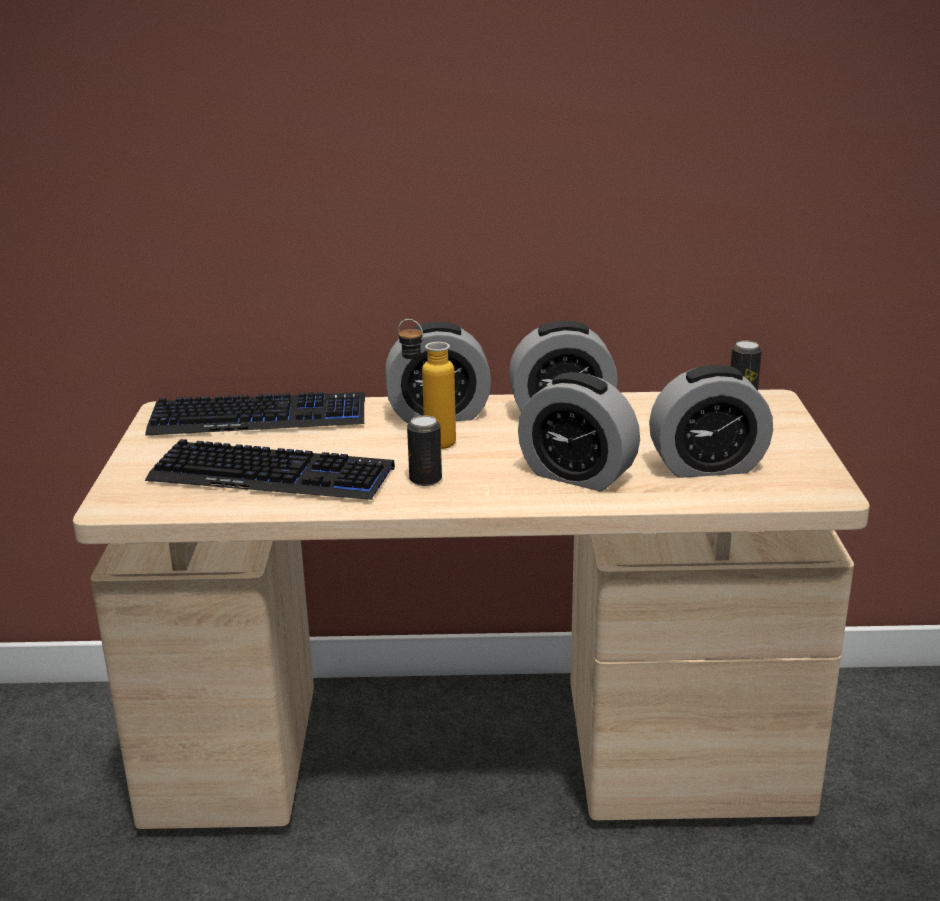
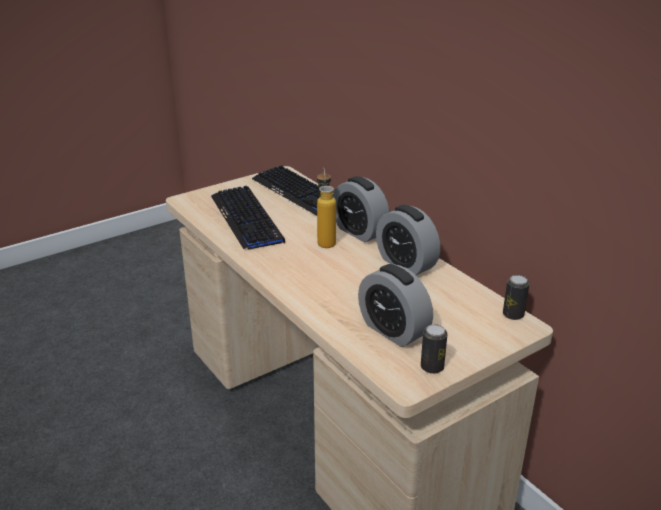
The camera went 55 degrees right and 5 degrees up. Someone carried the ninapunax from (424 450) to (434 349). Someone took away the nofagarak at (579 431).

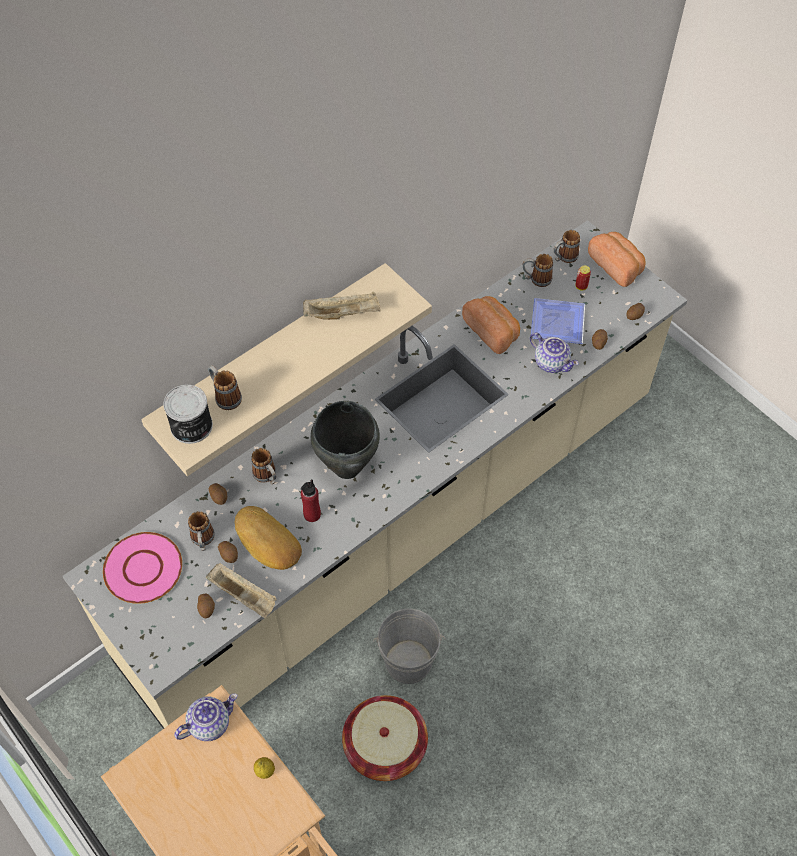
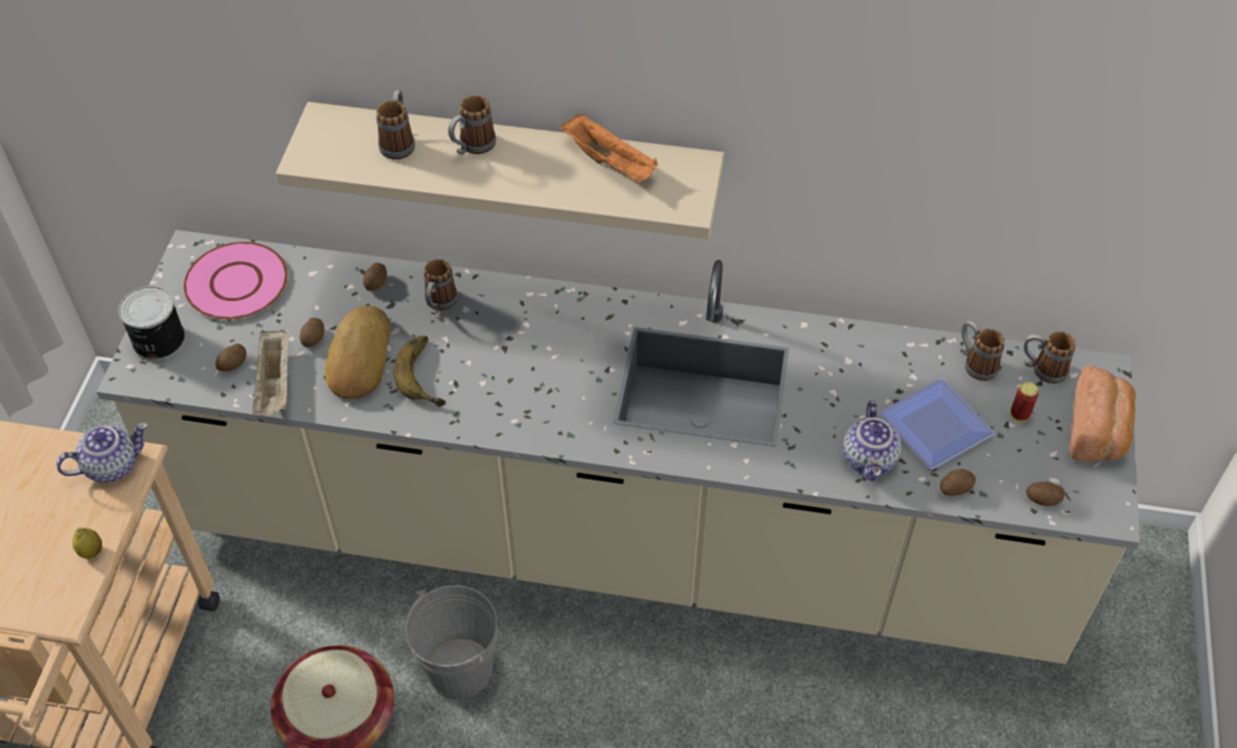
The camera went 50 degrees right and 5 degrees down. Someone rotated the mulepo at (206 717) by 45 degrees counterclockwise. Someone carried the ninapunax from (188 414) to (152 323). Someone swapped the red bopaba at (311 500) for the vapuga at (419 371). Someone carried the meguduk from (201 531) to (472 125). Someone repainted the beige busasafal at (342 305), which became the orange busasafal at (609 148). Someone took away the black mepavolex at (345 440). Someone took away the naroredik at (491 325).

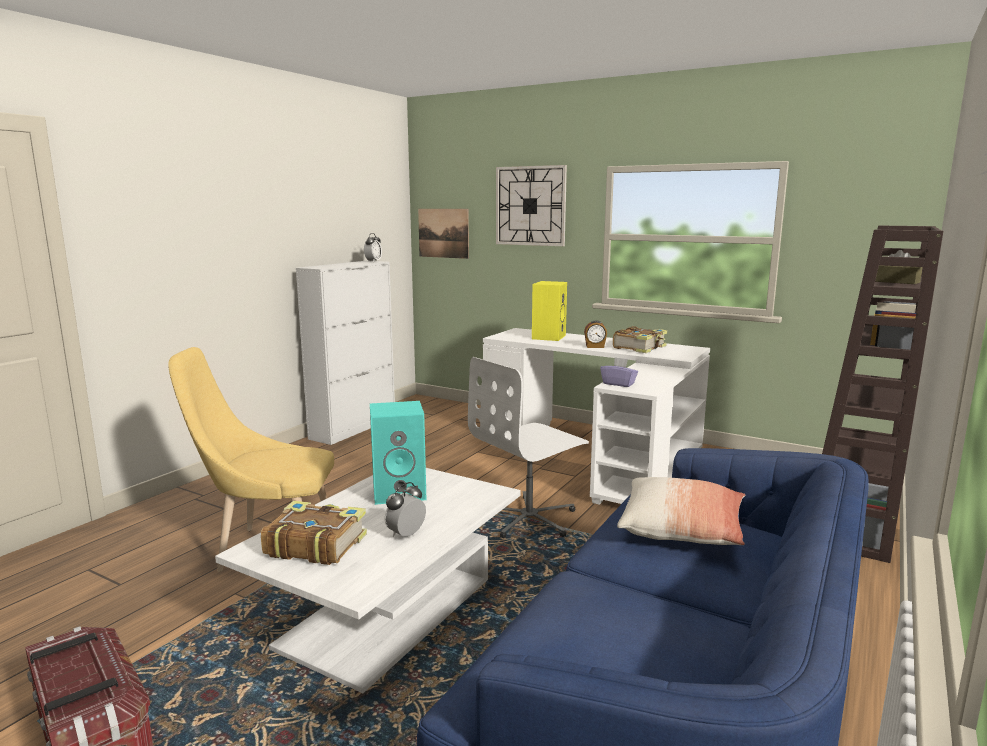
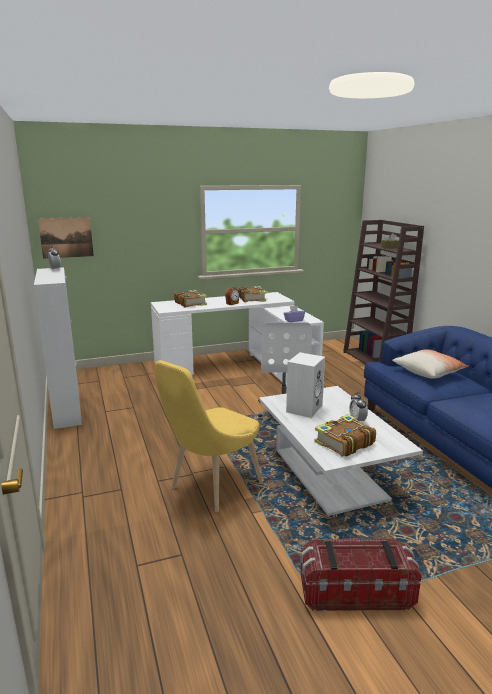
The camera went 50 degrees left and 5 degrees up. Someone swapped the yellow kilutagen at (549 311) for the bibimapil at (190 299). Someone repainted the turquoise kilutagen at (398 453), which became the white kilutagen at (305 385). Someone took away the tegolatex at (531 205).

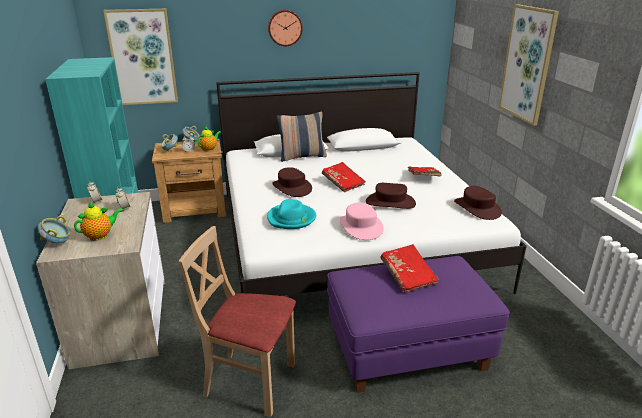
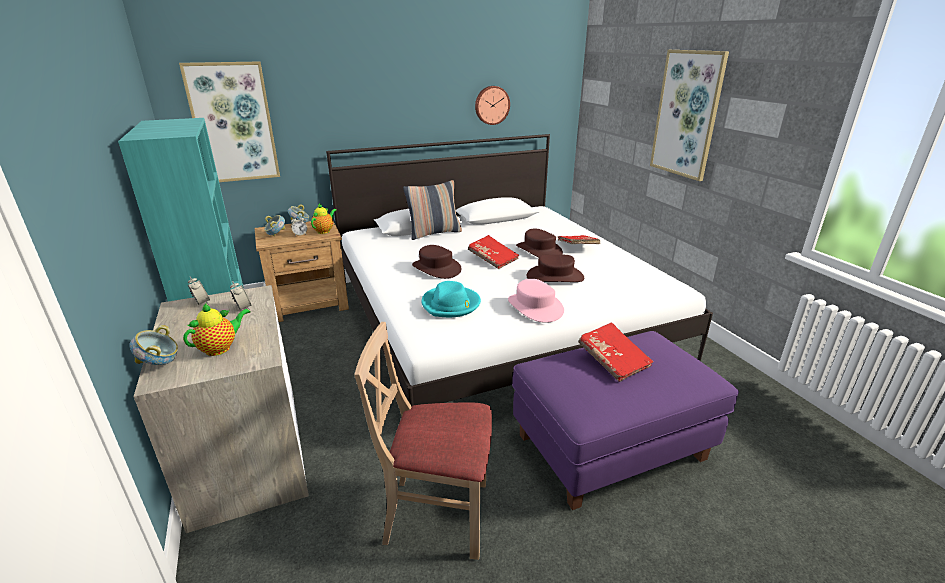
The camera went 10 degrees left and 0 degrees up. Someone carried the tegolatex from (285 28) to (492 105). Someone carried the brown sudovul from (478 203) to (539 243).

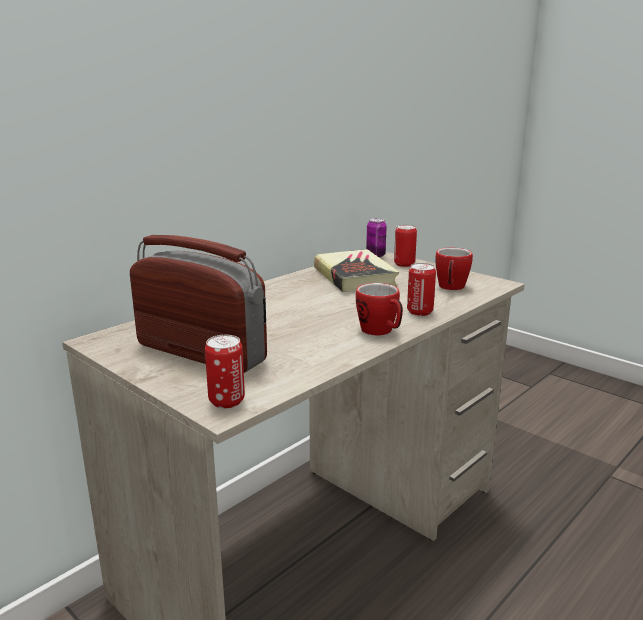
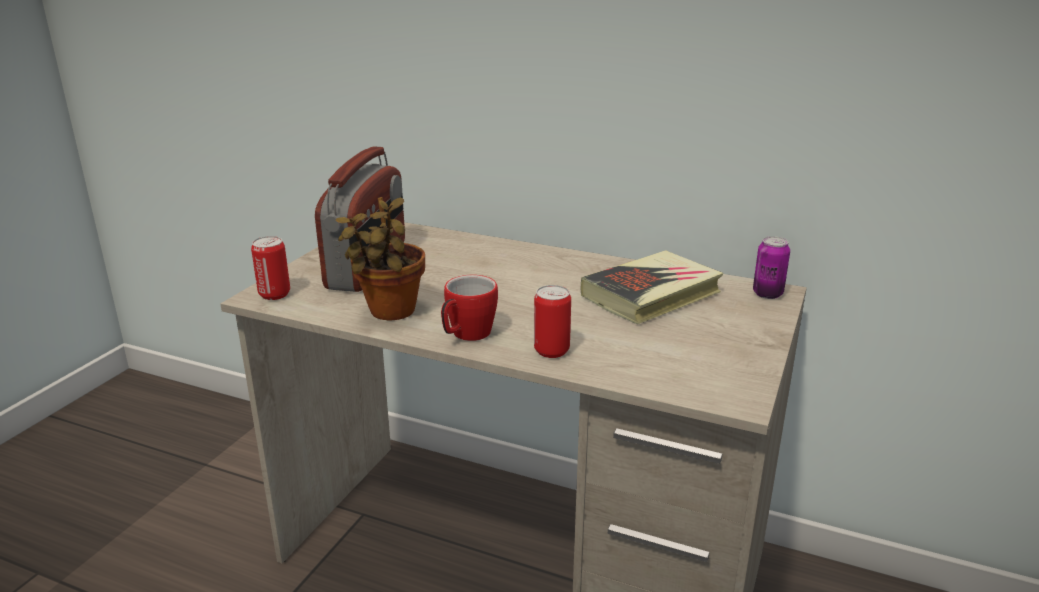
The camera went 70 degrees right and 5 degrees up. Someone put down the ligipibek at (380 258). Someone took away the ninapunax at (405 246). Someone took away the meguduk at (454 269).

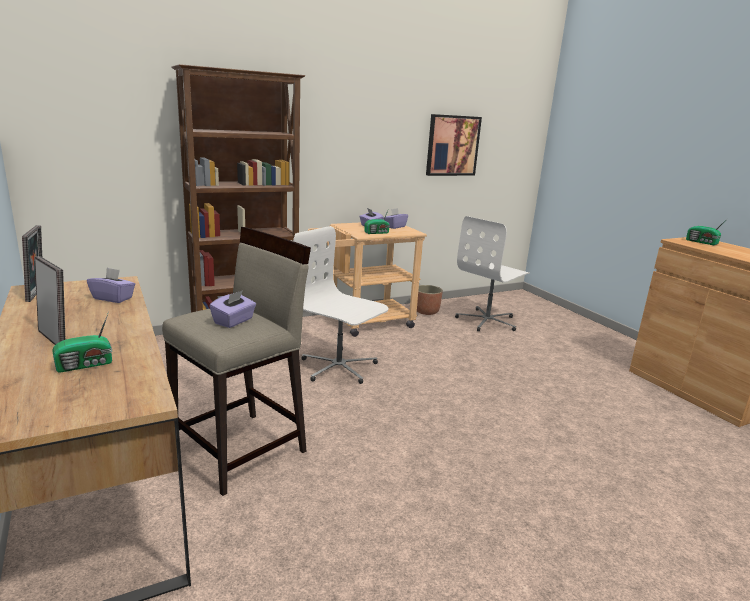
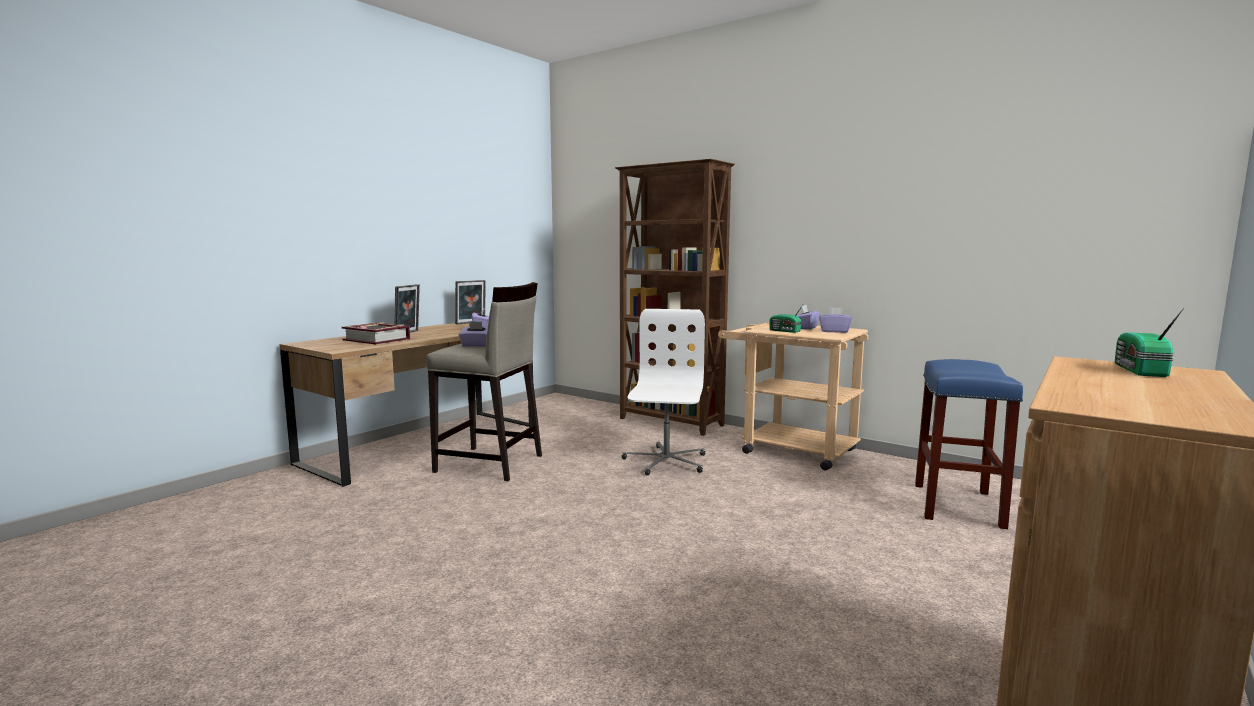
The camera went 65 degrees right and 10 degrees down. Someone swapped the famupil at (82 342) for the bibimapil at (376 333). Someone swapped the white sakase at (492 273) for the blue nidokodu at (969 444). Someone took away the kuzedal at (430 300). Someone took away the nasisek at (454 145).

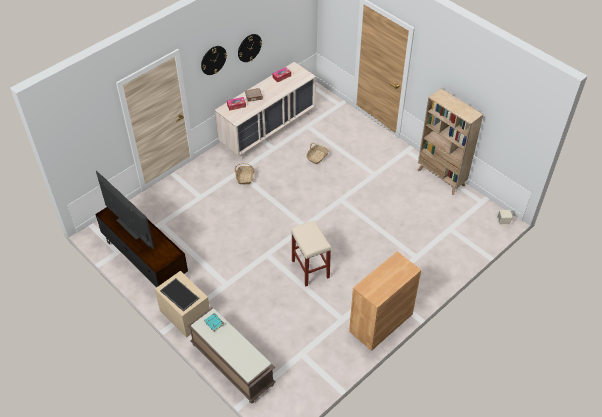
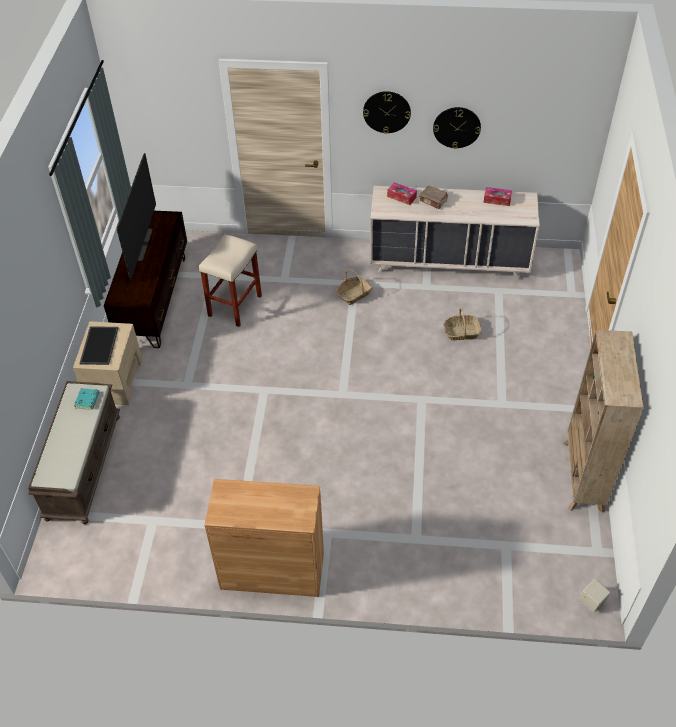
The camera went 50 degrees right and 0 degrees up. Someone carried the beige nidokodu from (311 253) to (230 280).

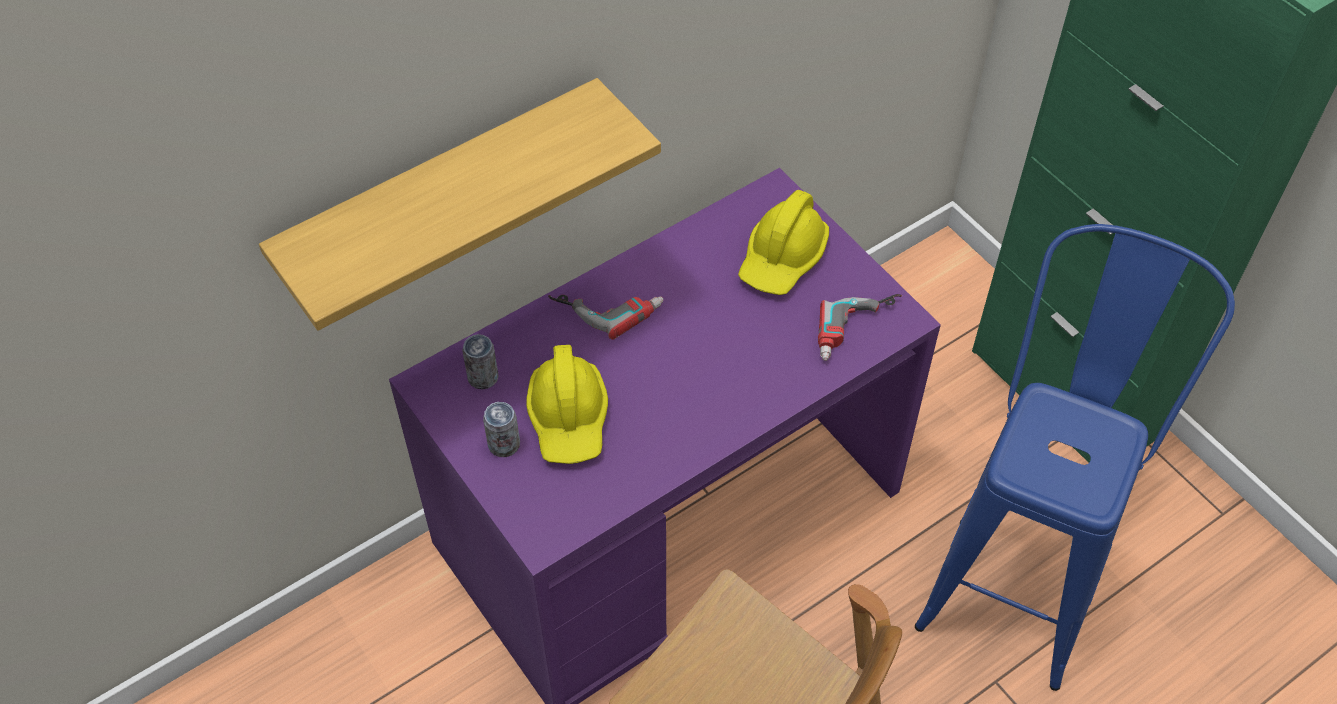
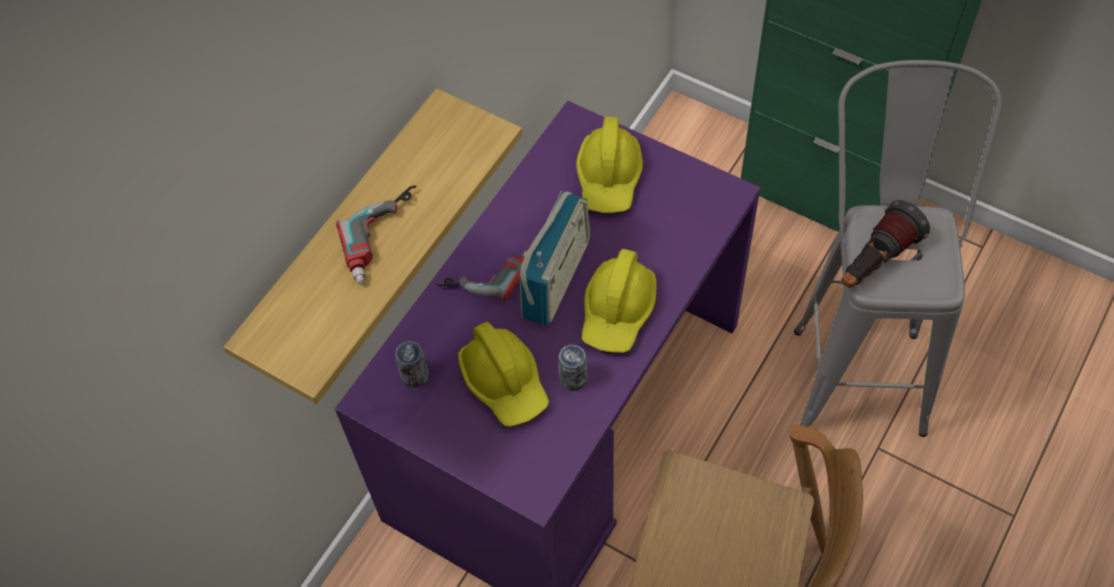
The camera went 20 degrees left and 5 degrees up. Someone carried the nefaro from (860 327) to (376 234). Someone put down the famupil at (554 258). Someone carried the ninapunax from (501 429) to (573 368). Someone put down the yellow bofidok at (619 301). Someone repainted the blue nidokodu at (1075 457), which became the grey nidokodu at (898 248). Someone put down the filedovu at (886 244).

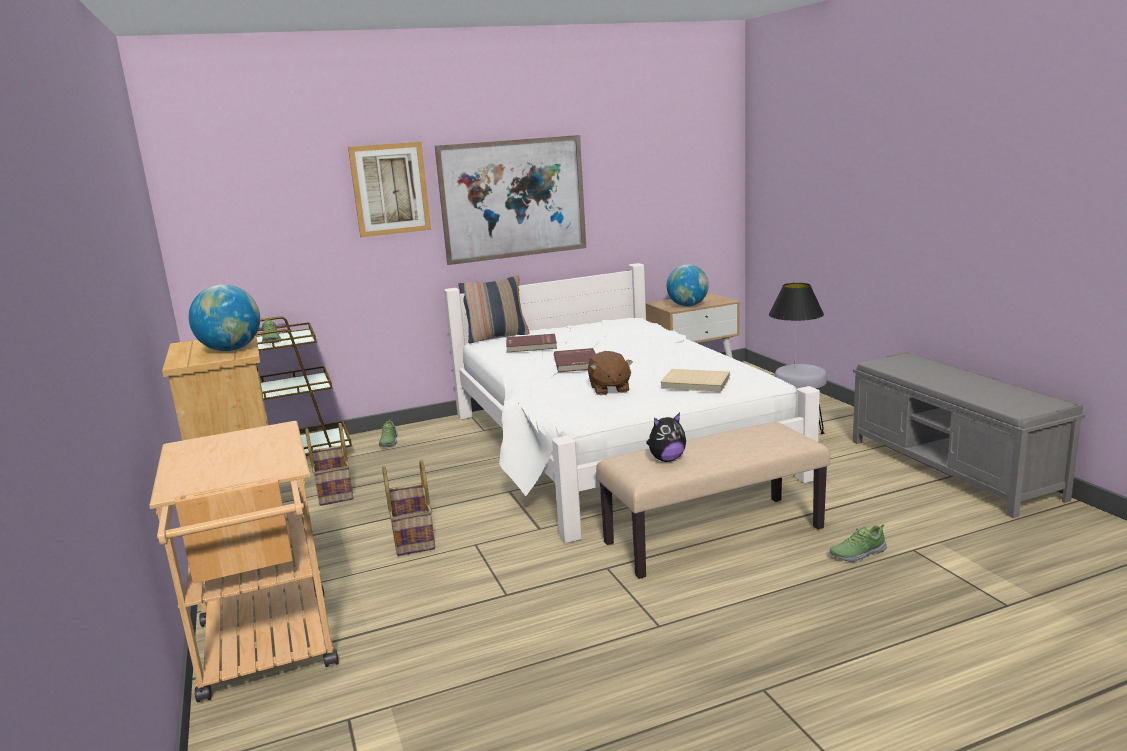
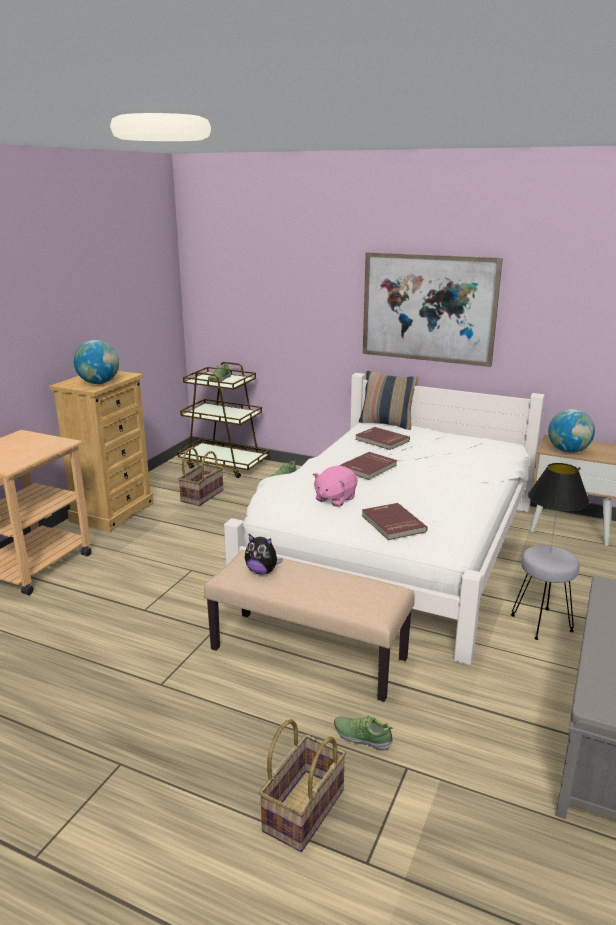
The camera went 45 degrees right and 5 degrees up. Someone carried the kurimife from (408 508) to (302 785). Someone repainted the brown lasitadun at (610 373), which became the pink lasitadun at (335 486). Someone repainted the beige bibimapil at (695 380), which became the red bibimapil at (395 521). Someone took away the nasisek at (389 189).

